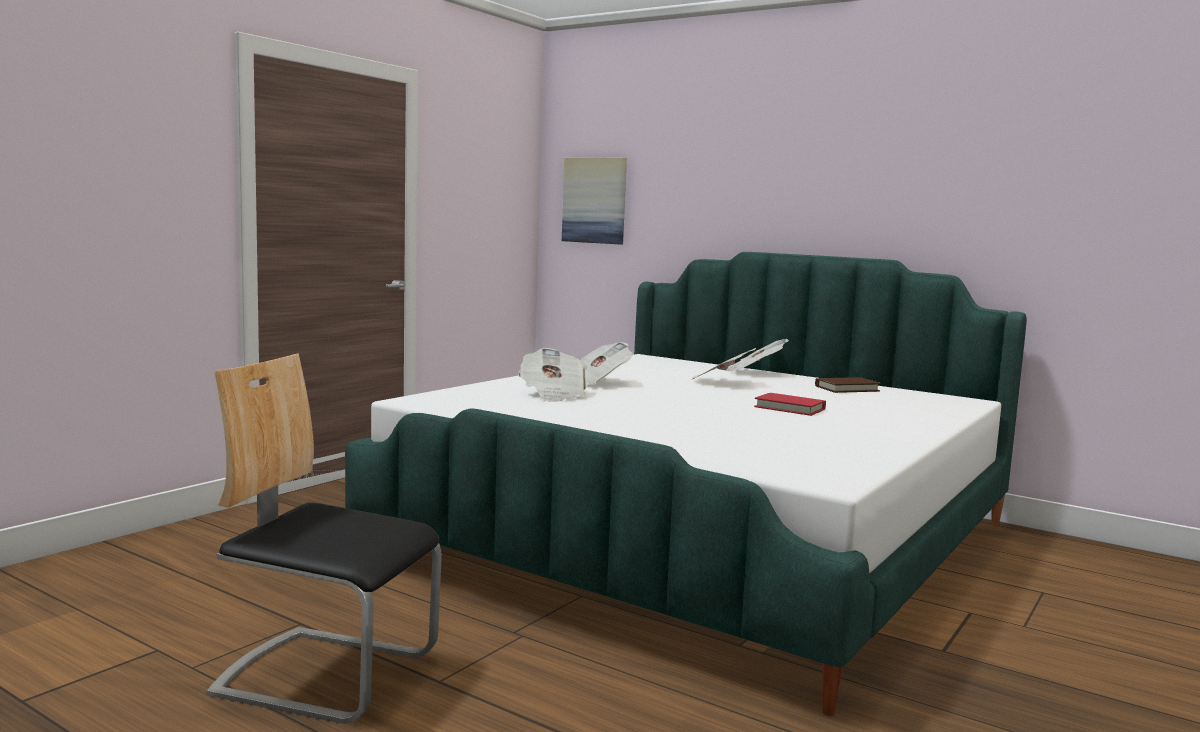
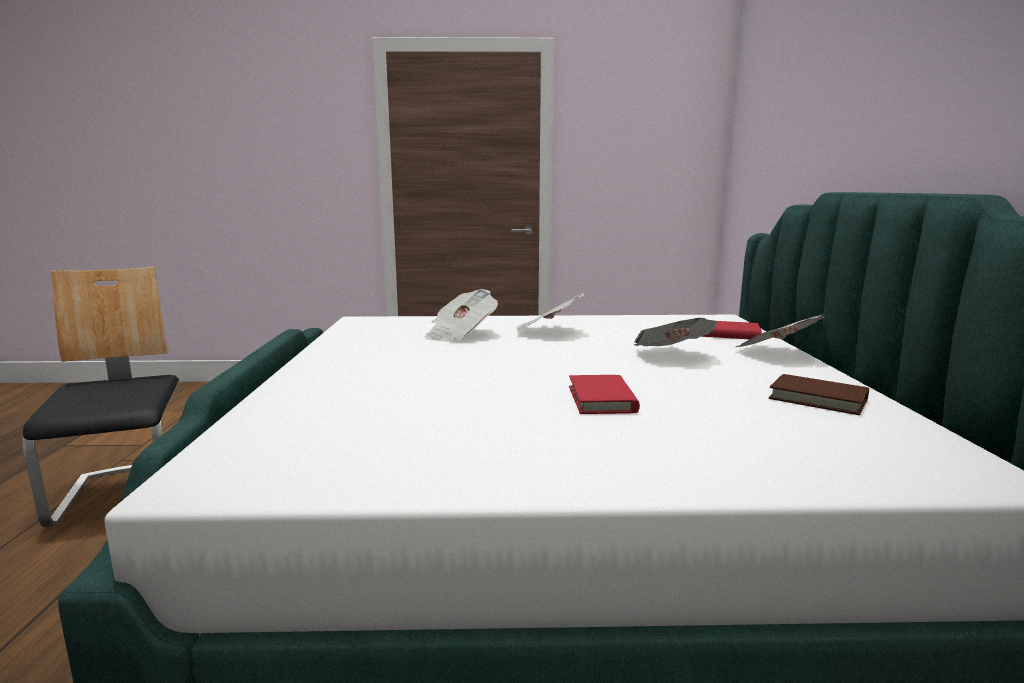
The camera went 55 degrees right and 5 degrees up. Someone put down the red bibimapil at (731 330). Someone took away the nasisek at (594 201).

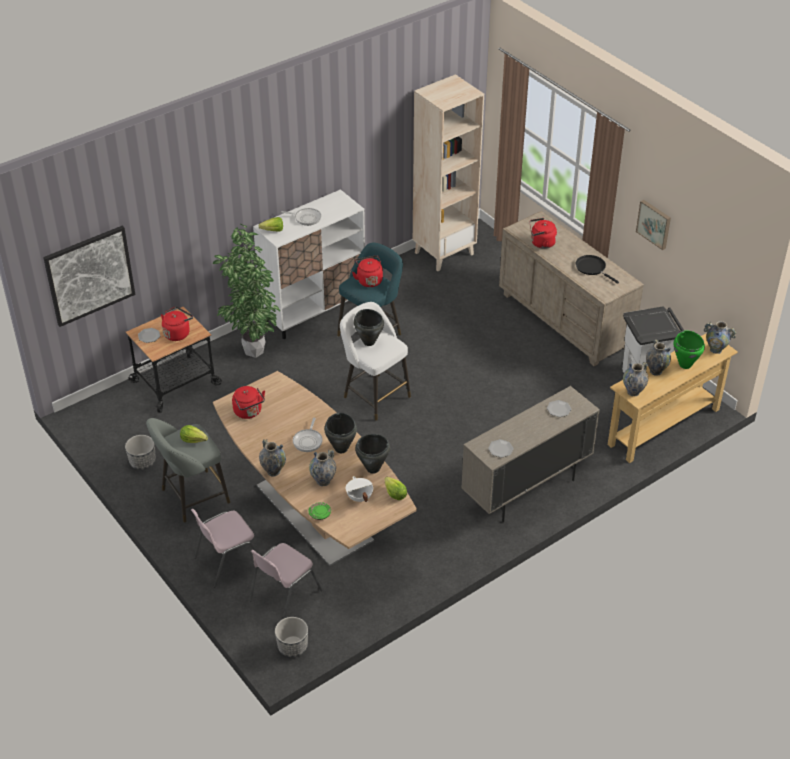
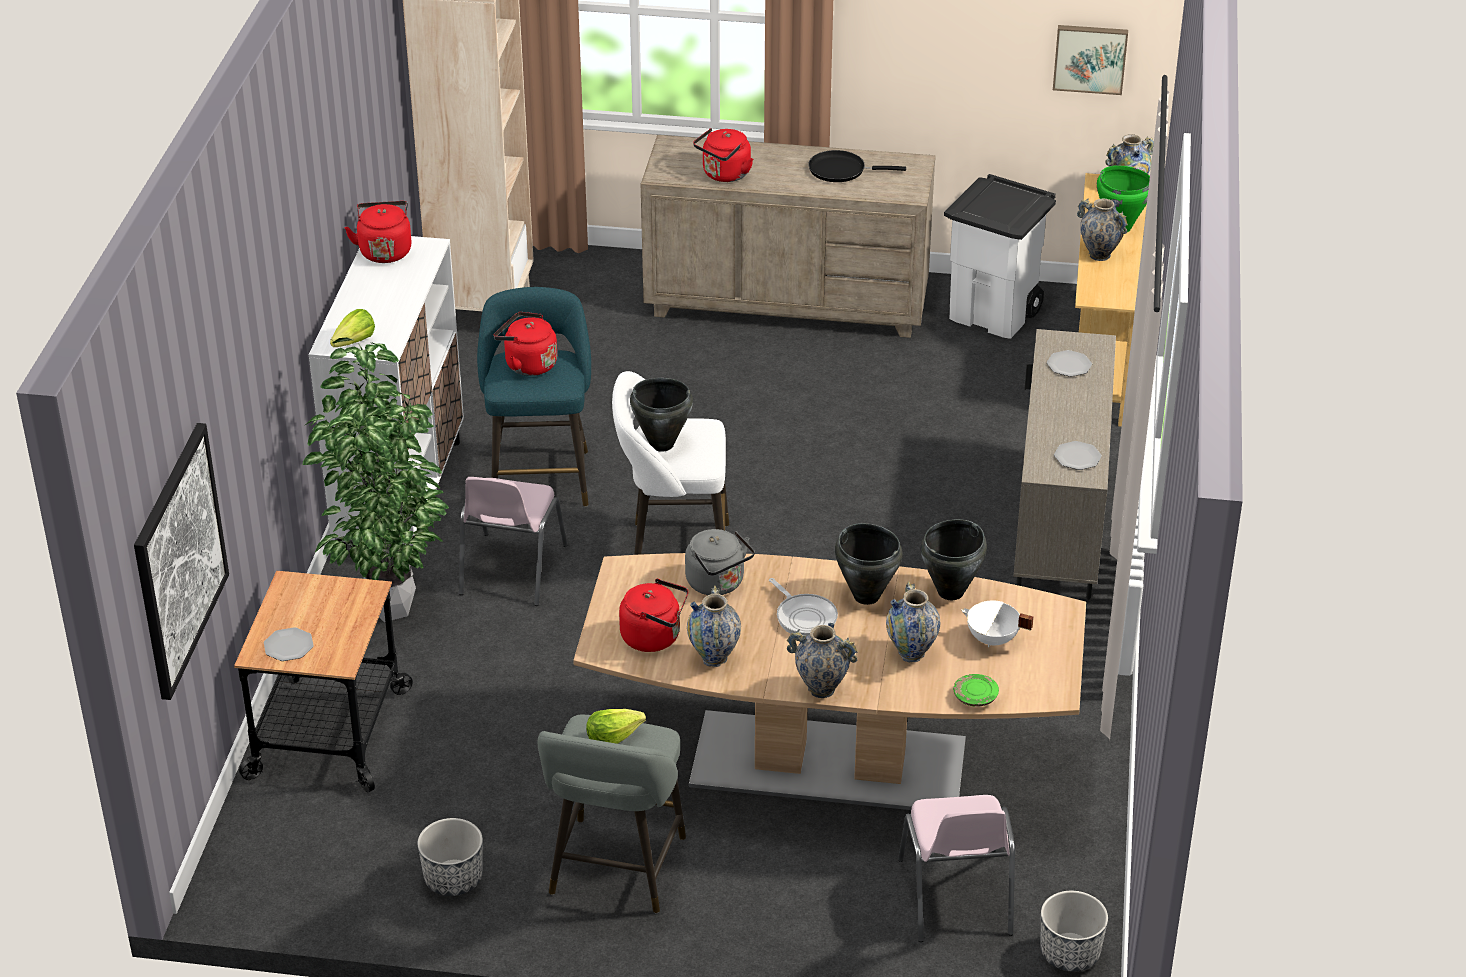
The camera went 45 degrees left and 5 degrees down. Someone carried the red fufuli from (177 324) to (378 232). Someone carried the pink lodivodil from (224 548) to (513 541). Someone put down the grey fufuli at (720 562). Someone carried the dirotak from (635 379) to (714 626). Someone carried the nasisek from (653 225) to (1090 60). Someone took away the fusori at (301 217). Someone took away the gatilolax at (396 488).

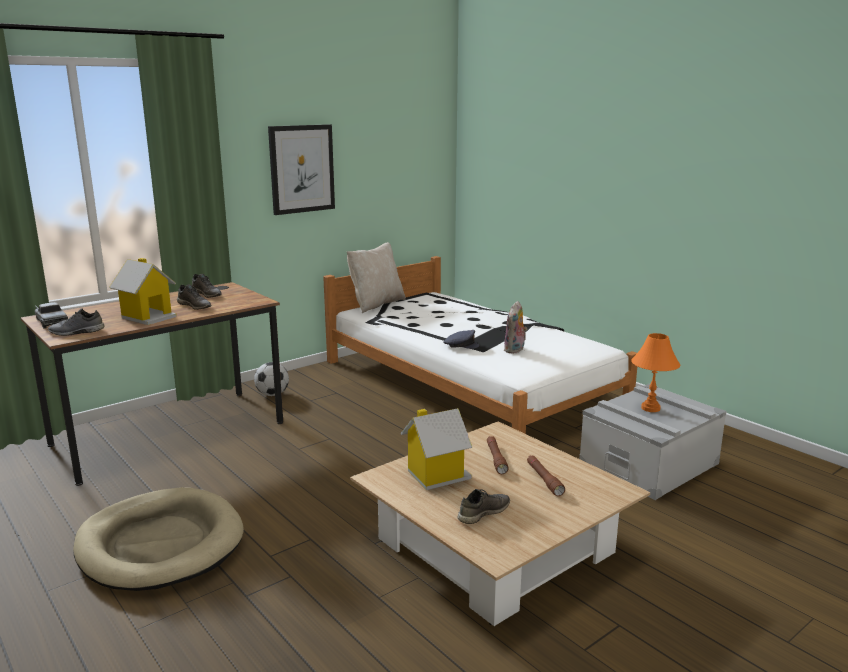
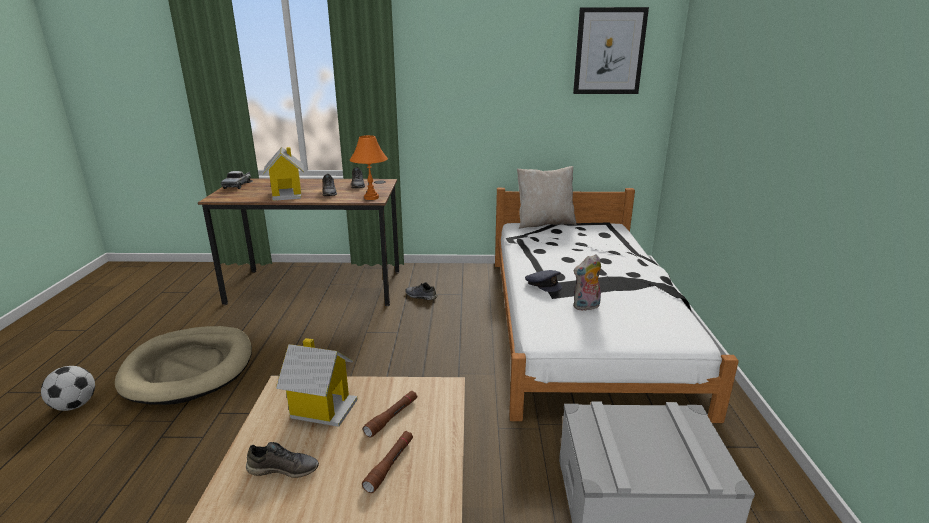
The camera went 40 degrees right and 5 degrees up. Someone carried the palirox from (271 379) to (68 388). Someone carried the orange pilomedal from (655 372) to (369 167). Someone carried the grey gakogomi from (76 322) to (421 291). Someone carried the nasisek from (301 169) to (611 50).

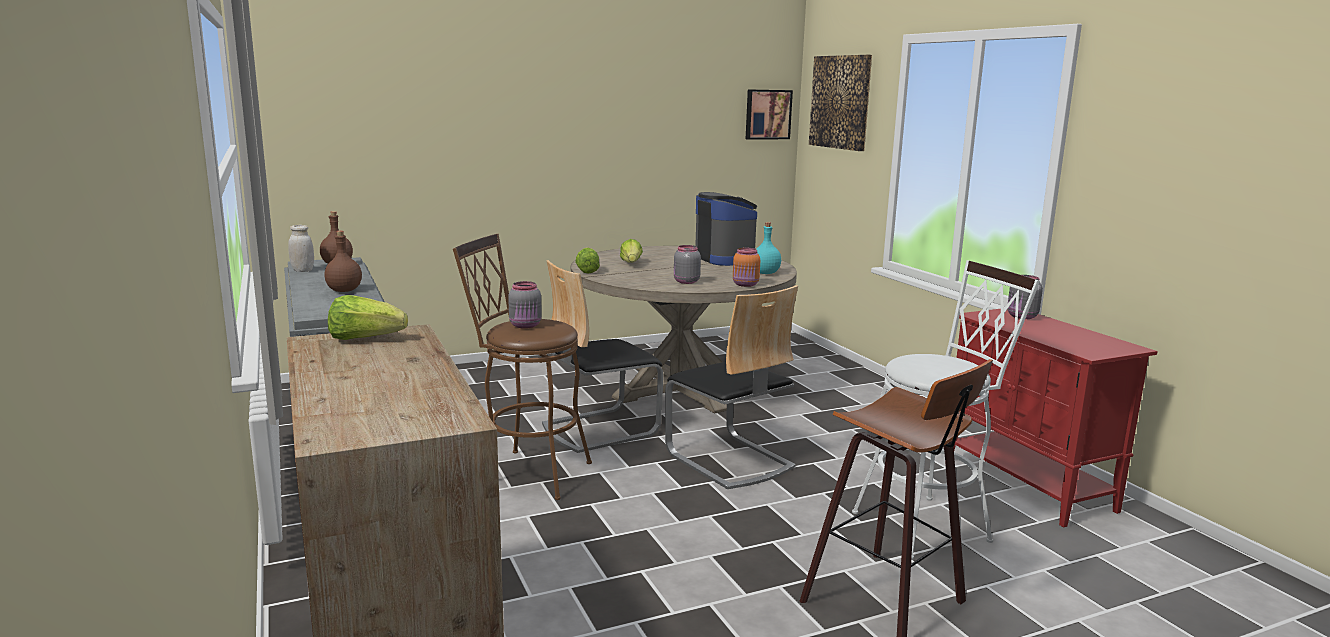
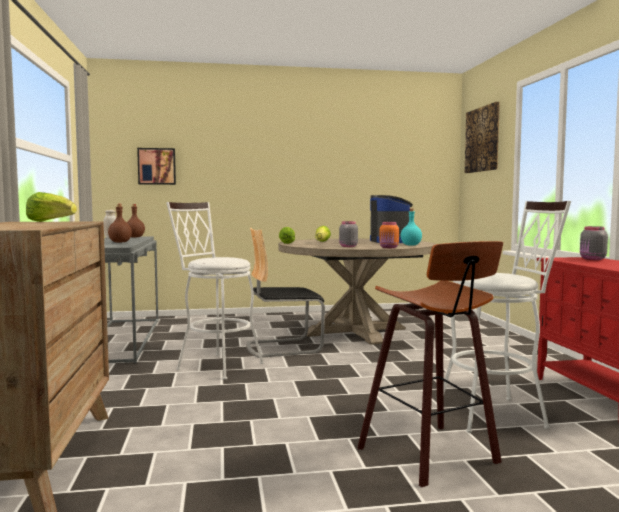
The camera went 15 degrees right and 10 degrees down. Someone carried the nasisek from (769 114) to (156 166). Someone repainted the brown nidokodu at (522 367), which became the white nidokodu at (215 290). Someone took away the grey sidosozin at (525 305). Someone took away the lodivodil at (731 387).

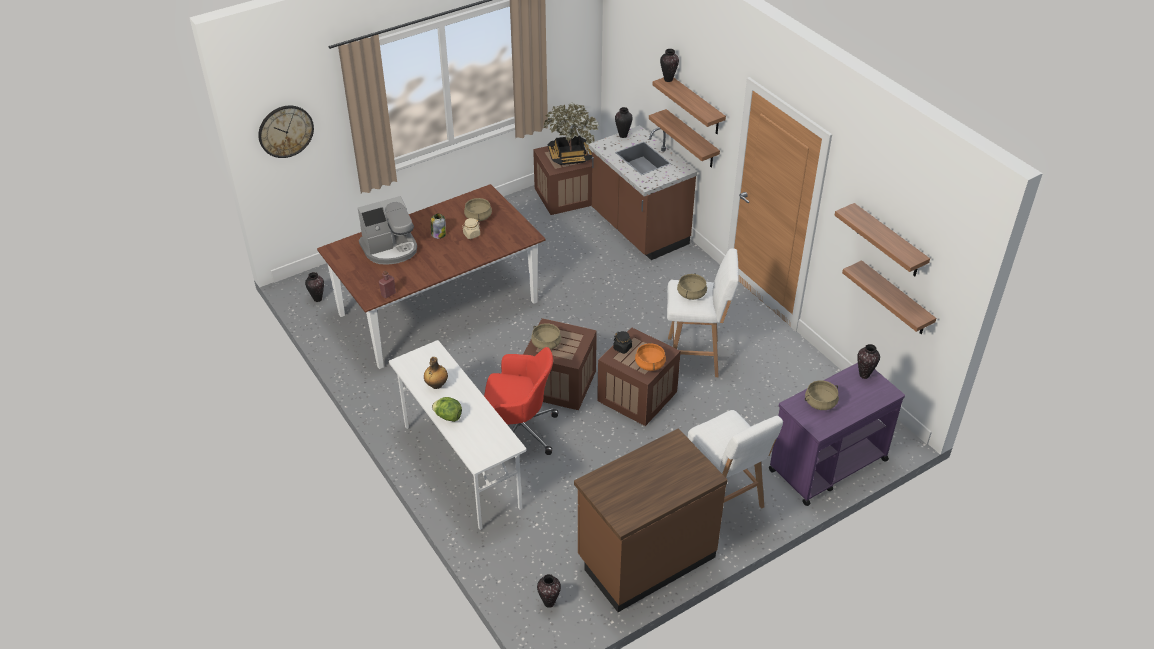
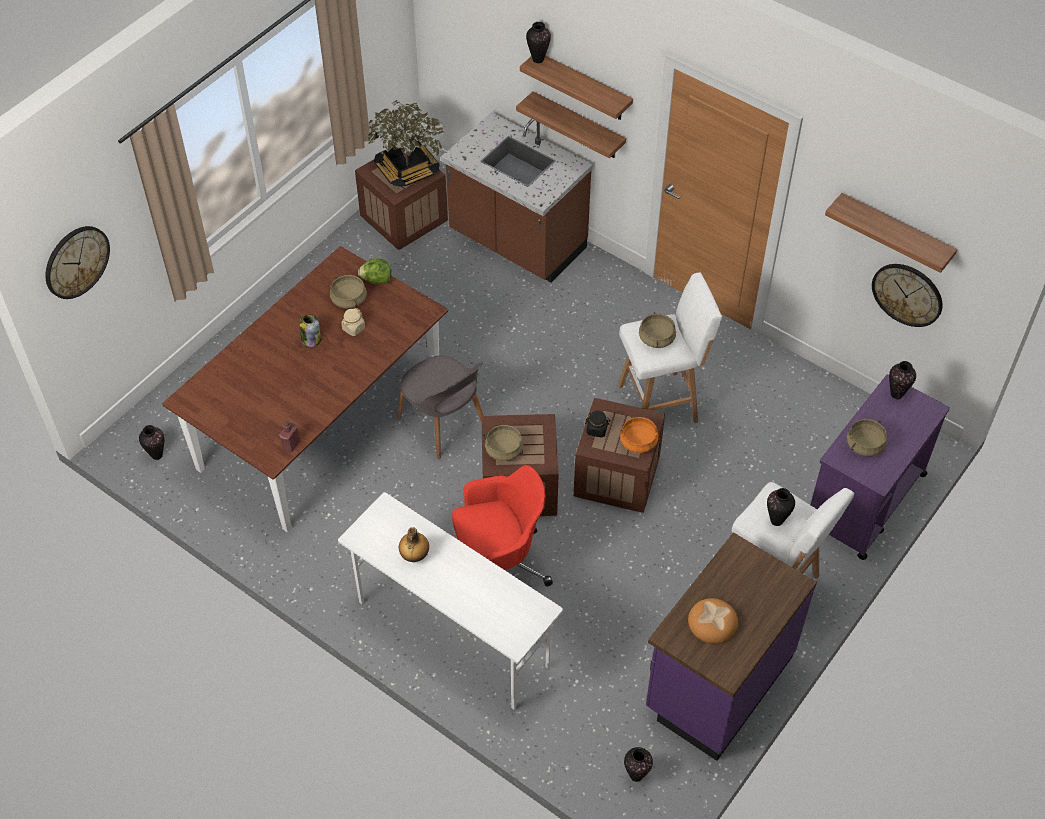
The camera went 20 degrees left and 10 degrees up. Someone carried the gatilolax from (447 409) to (375 271). Someone put down the grey lodivodil at (440 407). Someone repainted the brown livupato at (651 520), which became the purple livupato at (731 646). Someone put down the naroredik at (713 621). Someone carried the dirotak from (624 122) to (781 507). Someone swapped the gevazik at (889 297) for the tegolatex at (907 295). Someone took away the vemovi at (387 230).

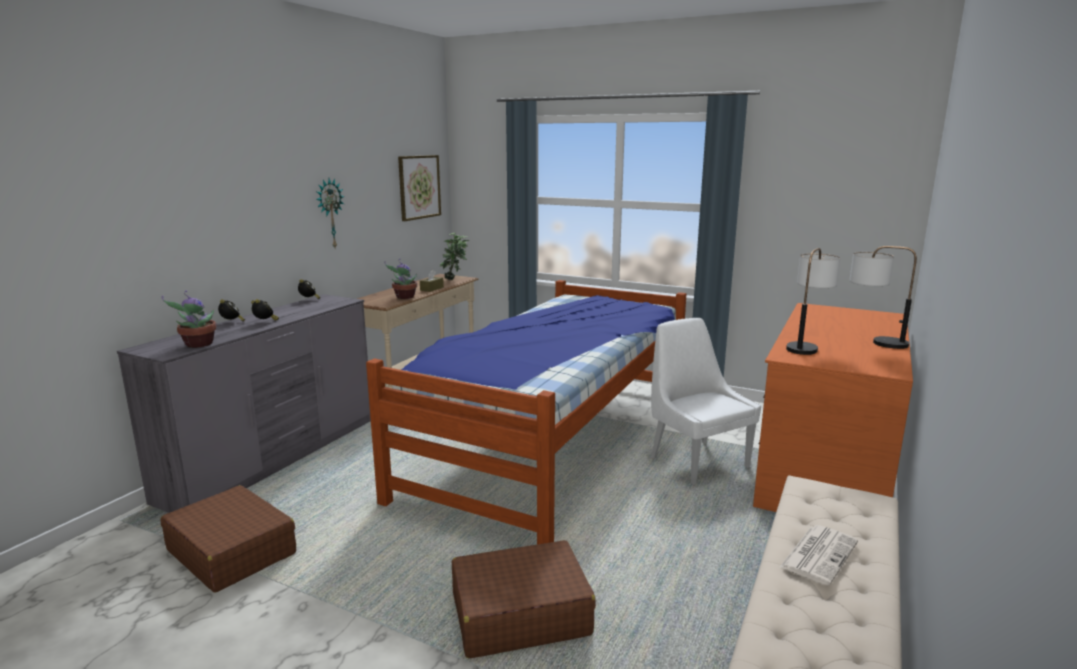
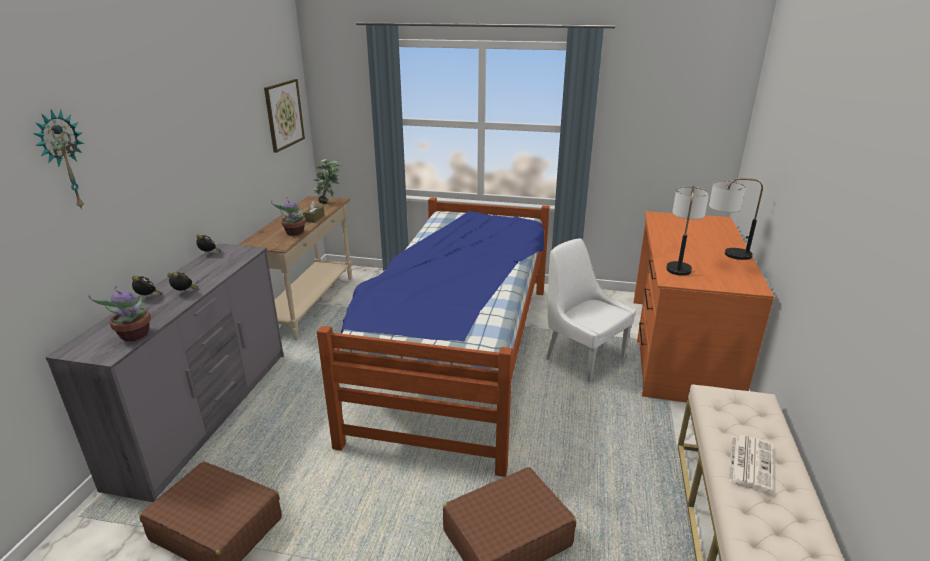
The camera went 15 degrees left and 10 degrees up. Someone carried the tegolatex from (330 213) to (58 159).

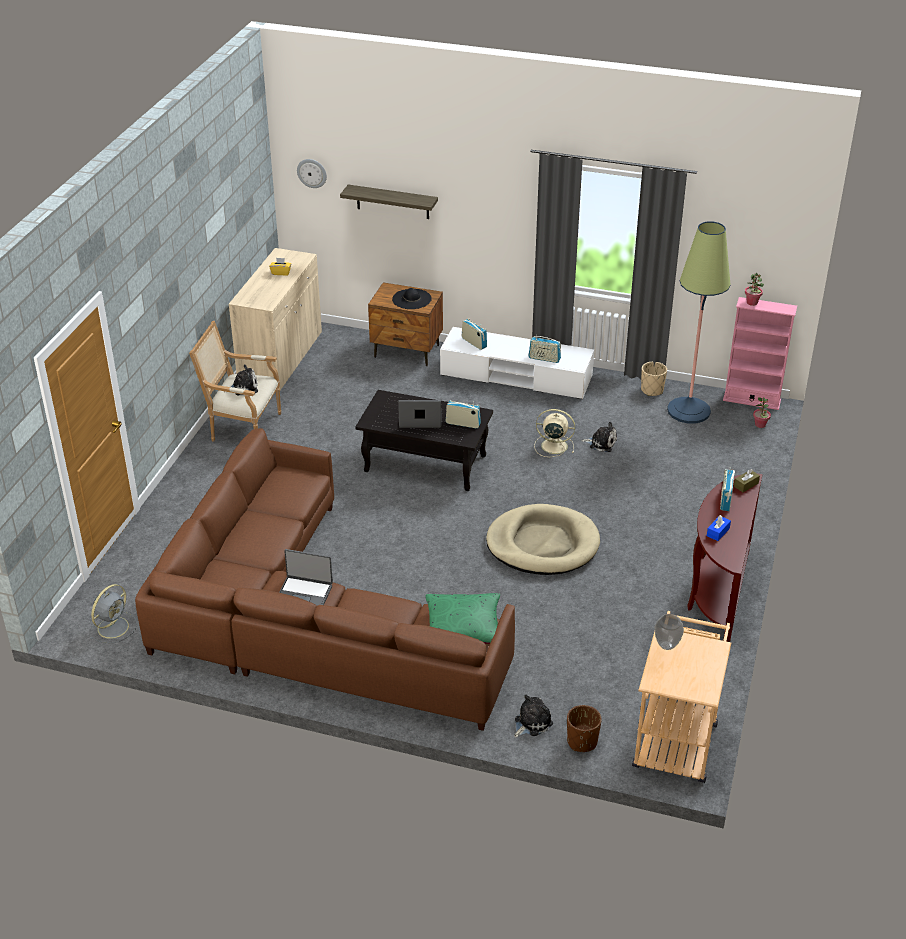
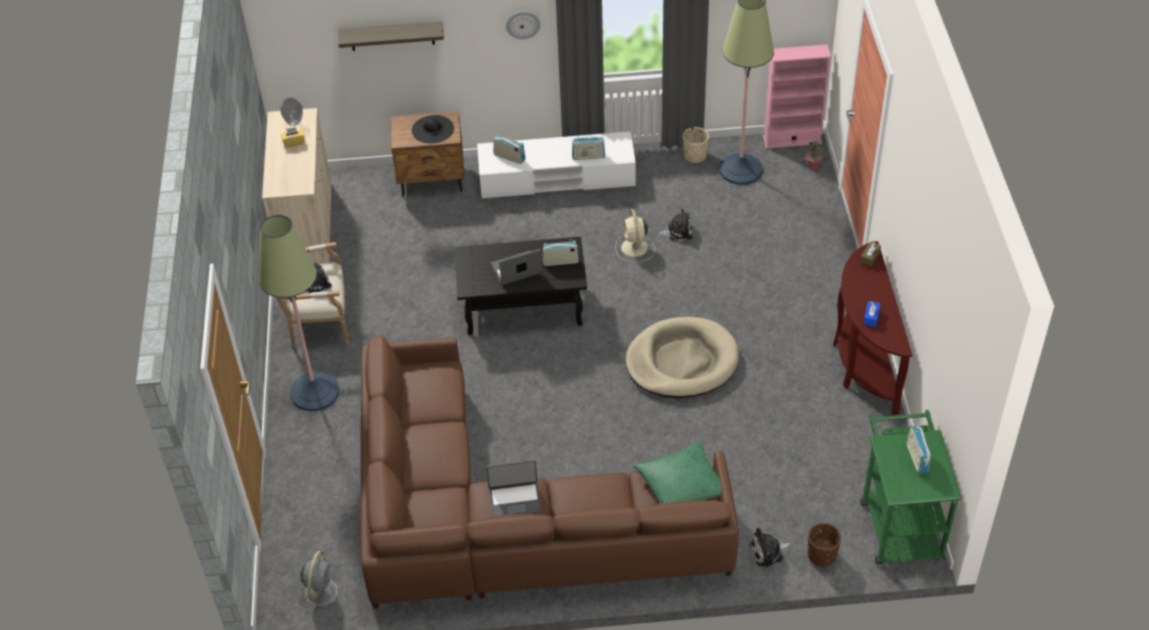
The camera went 20 degrees left and 10 degrees up. Someone put down the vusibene at (299 313). Someone carried the dirotak from (669 632) to (291 111). Someone carried the tegolatex from (312 173) to (523 25). Someone rotated the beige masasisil at (554 433) by 90 degrees counterclockwise. Someone rotated the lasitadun at (533 716) by 135 degrees counterclockwise. Someone repainted the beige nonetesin at (681 697), which became the green nonetesin at (911 487). Someone carried the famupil from (727 489) to (918 450). Someone took away the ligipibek at (754 289).

